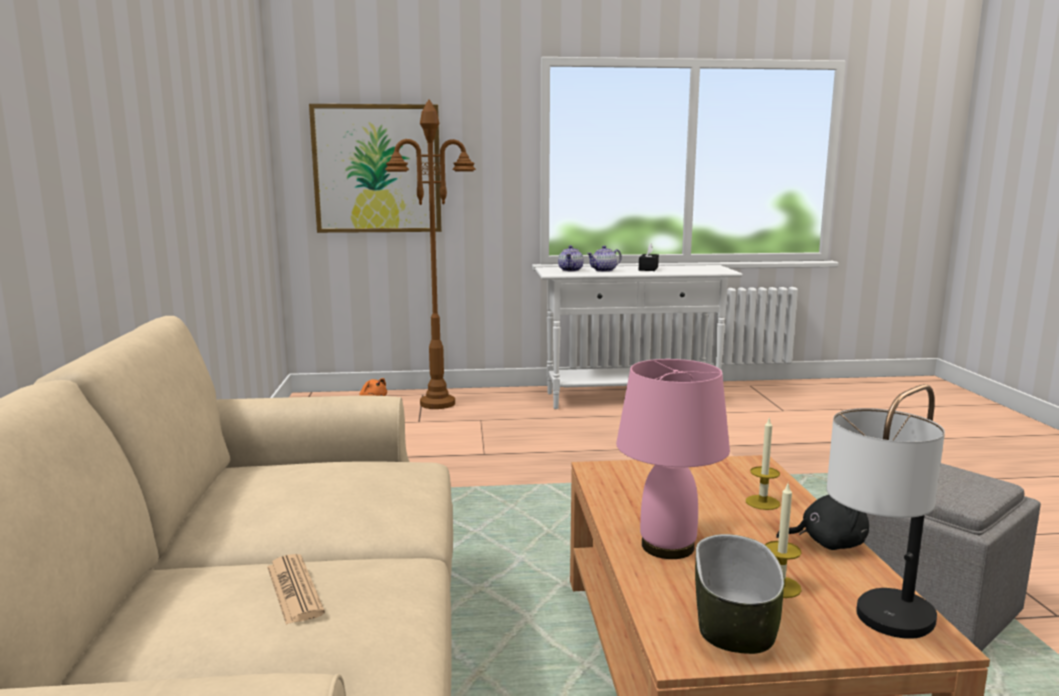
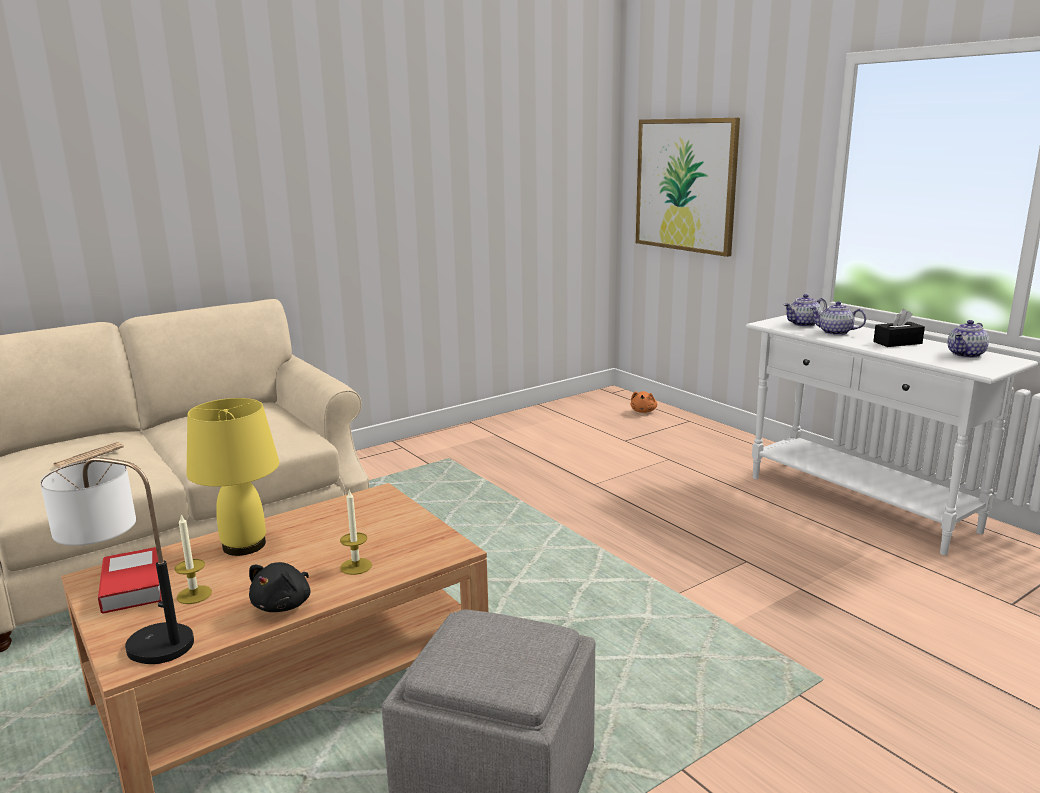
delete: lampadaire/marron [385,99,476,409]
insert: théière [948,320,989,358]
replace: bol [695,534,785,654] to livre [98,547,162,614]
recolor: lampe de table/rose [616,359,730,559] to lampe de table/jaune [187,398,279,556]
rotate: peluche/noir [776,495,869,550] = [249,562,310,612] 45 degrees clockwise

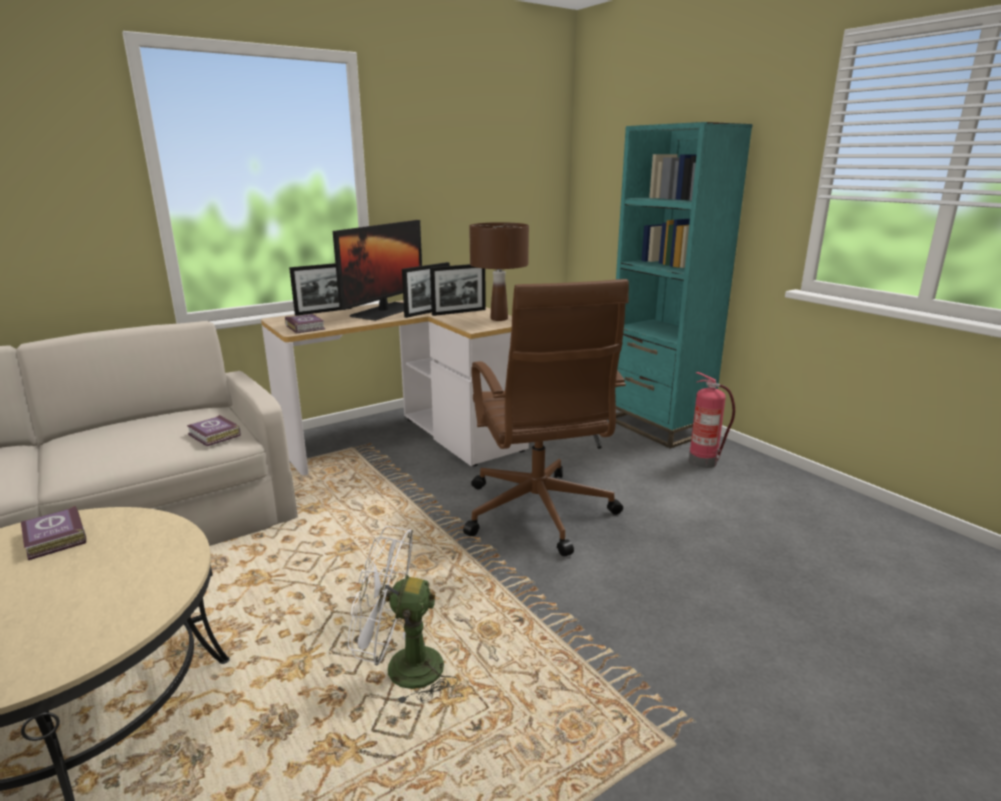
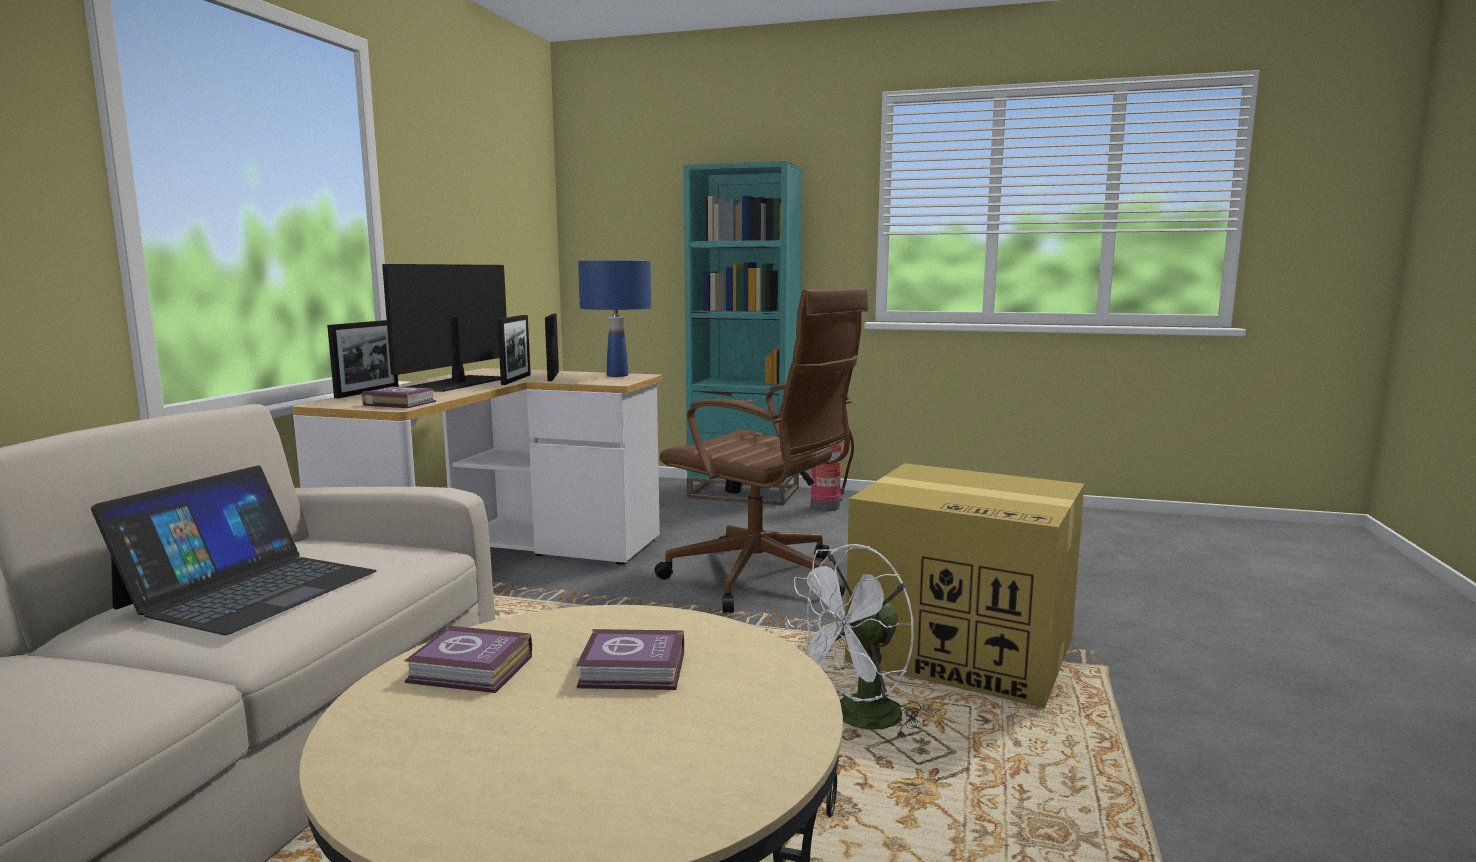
insert: ordinateur portable [91,465,377,635]; carton [845,463,1085,708]
move: livre [187,415,240,446] to [576,629,684,690]
recolor: lampe de table/marron [469,222,529,321] to lampe de table/bleu [578,261,651,377]
rotate: écran d'ordinateur [333,220,422,321] = [382,264,507,392] 150 degrees counterclockwise; cadre photo [430,264,486,316] = [545,314,559,381] 150 degrees clockwise

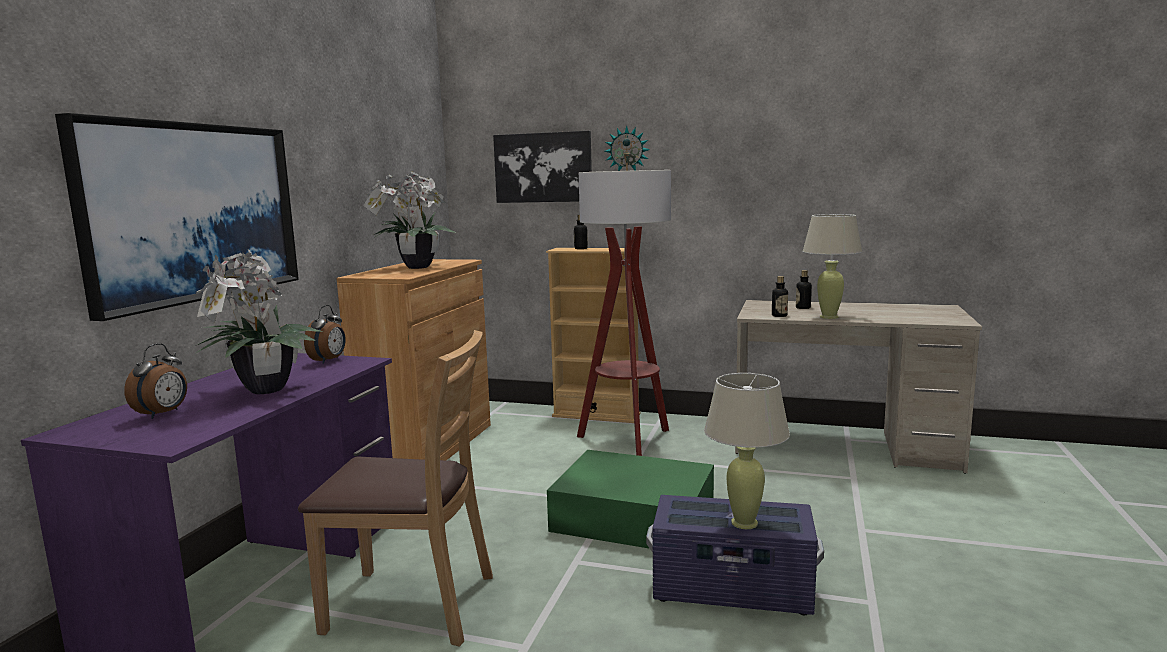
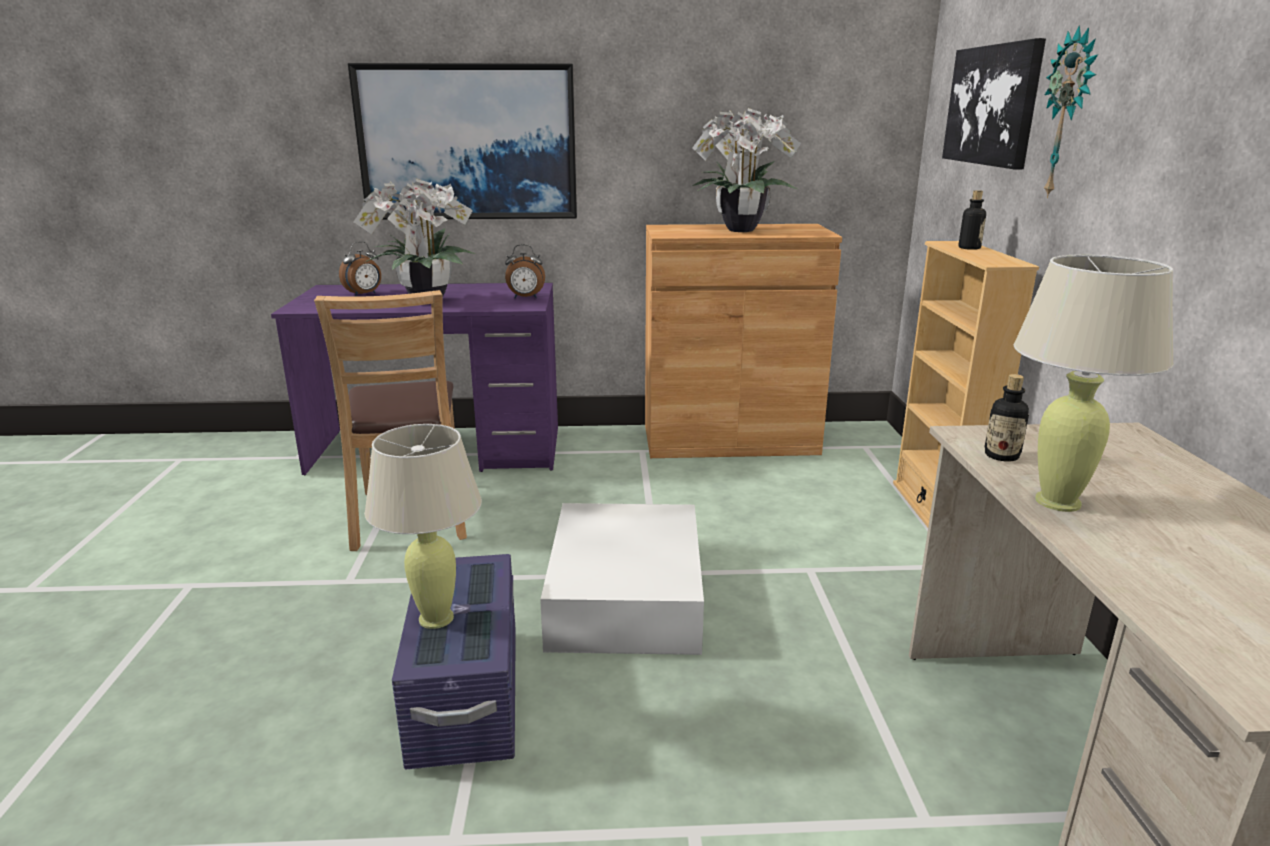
delete: lampadaire [577,170,671,456]; bouteille [796,270,812,309]
recolor: boîte de rangement/vert [547,450,714,549] to boîte de rangement/blanc [540,503,704,655]
rotate: réveil [124,343,187,419] = [339,242,381,296] 45 degrees counterclockwise

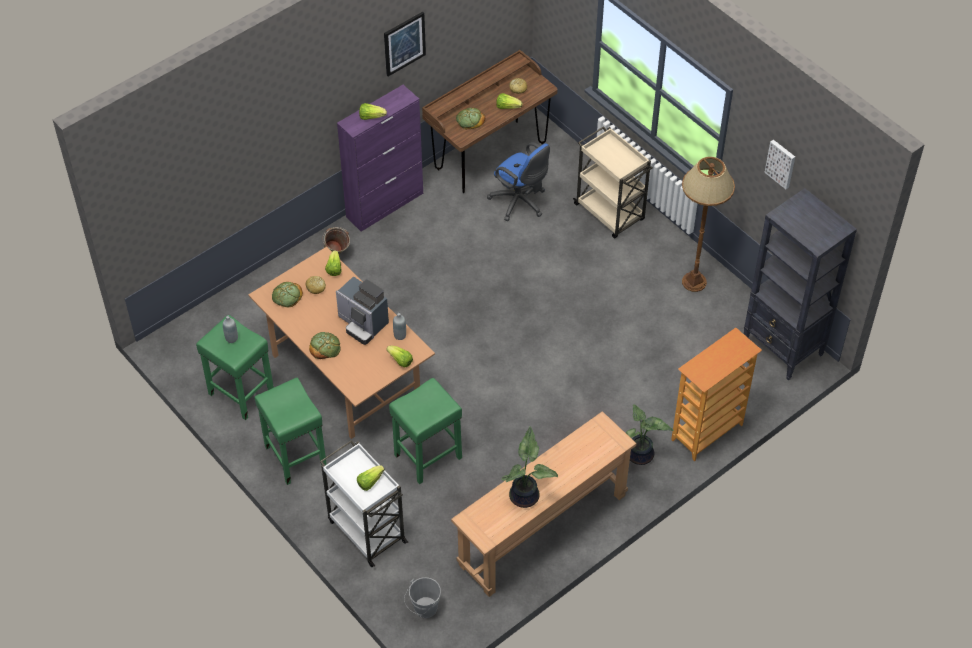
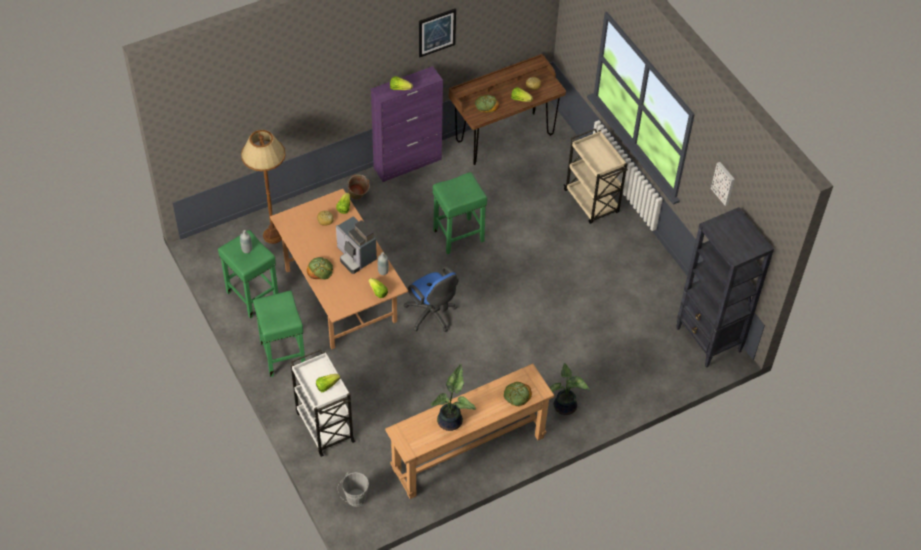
delete: bibliothèque [671,328,762,461]
move: lampadaire/marron [682,157,735,292] to [241,130,286,244]; chaise de bureau/bleu [487,142,550,221] to [404,266,459,332]; tabouret/vert [389,378,462,484] to [433,172,487,254]; pain [272,282,303,307] to [504,382,532,406]

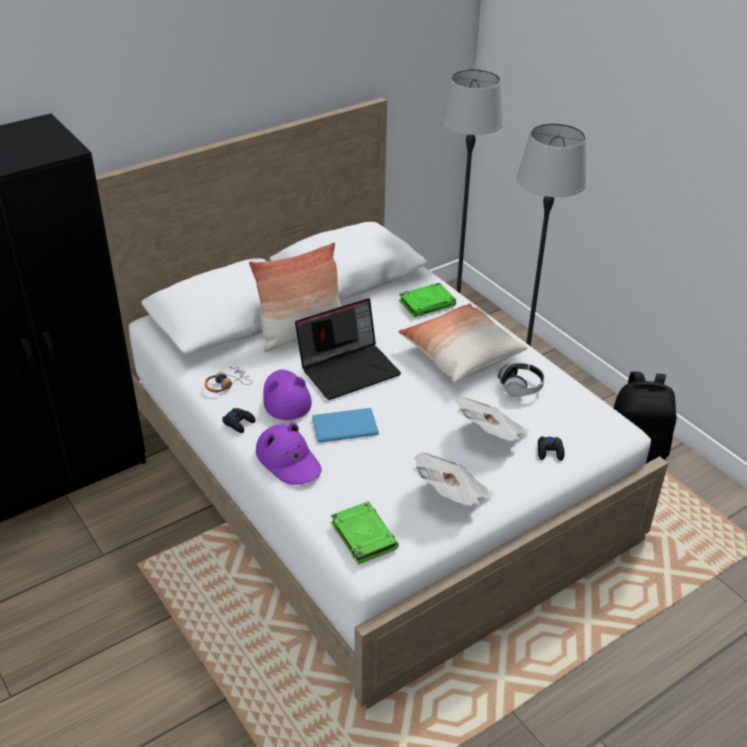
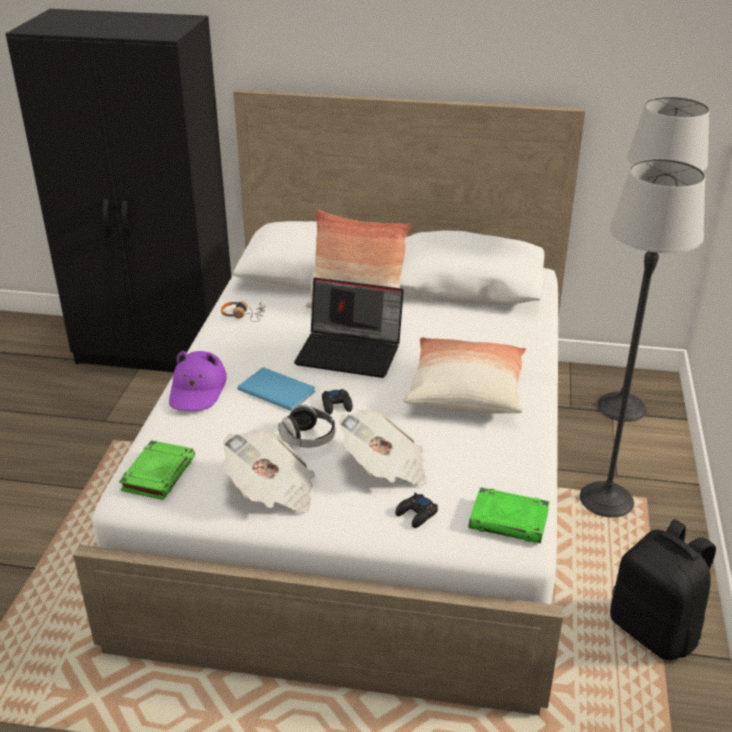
delete: chapeau/violet [263,370,312,420]
move: casque audio [498,363,544,397] to [278,404,335,448]; manette/noir [222,408,256,433] to [322,389,353,414]; livre/vert [399,283,456,317] to [469,487,550,543]

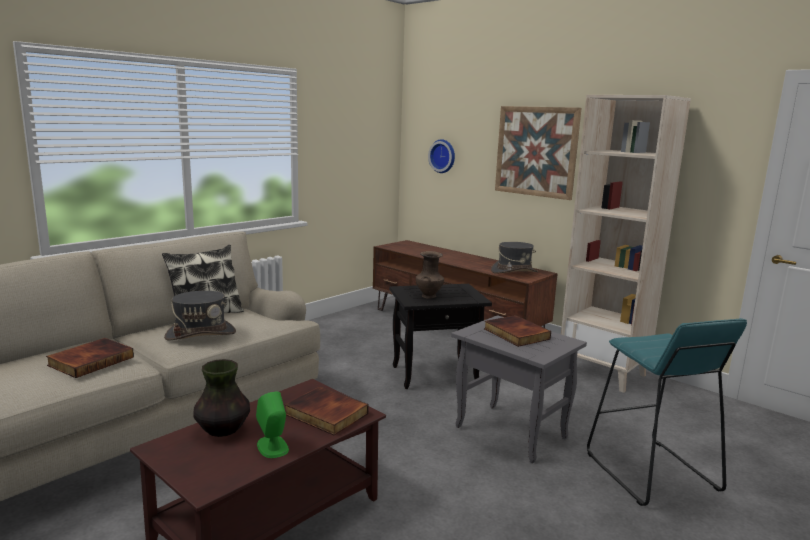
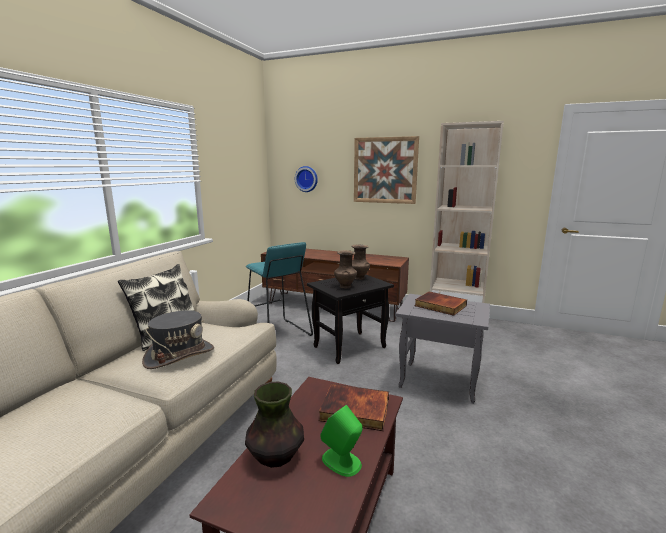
delete: livre [46,338,134,378]; chapeau/gris [491,242,538,274]
insert: vase/marron [351,245,370,280]
move: tabouret/turquoise [587,318,747,506] to [246,242,313,336]

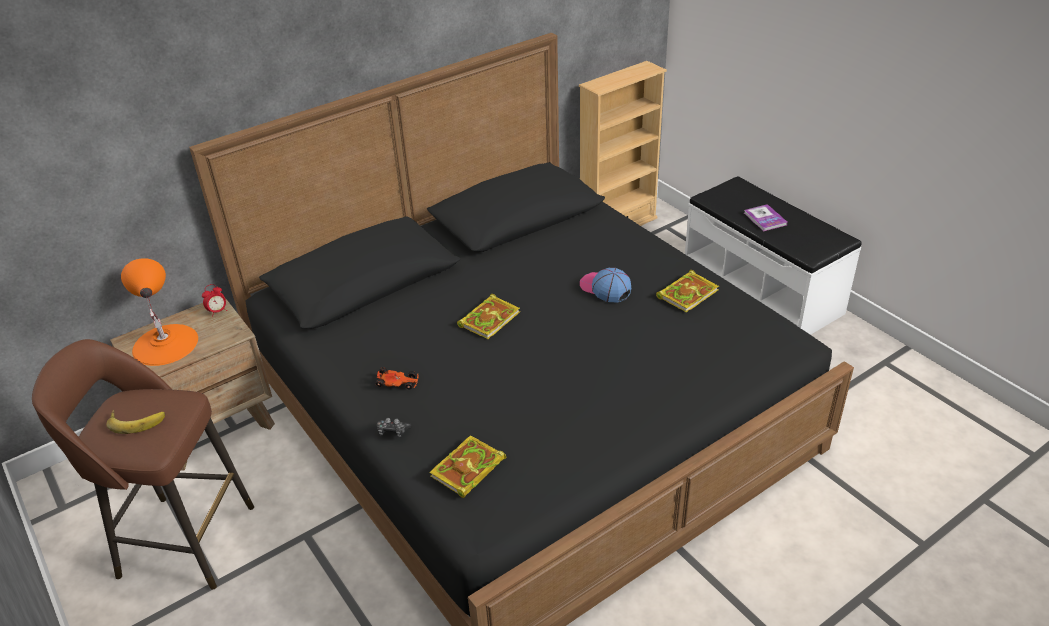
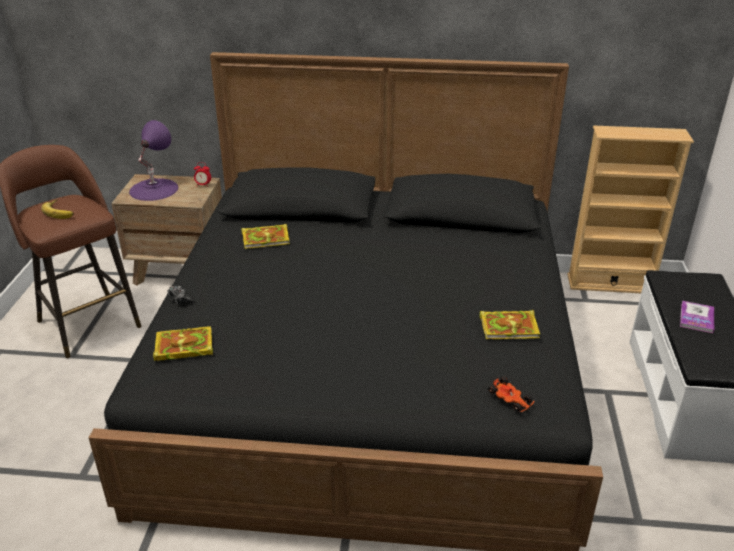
delete: casquette [580,268,631,303]
move: livre [457,294,520,339] to [241,224,290,249]; petite voiture [376,367,418,390] to [488,377,535,412]
recolor: lampe de table/orange [121,258,198,366] to lampe de table/violet [129,120,178,201]

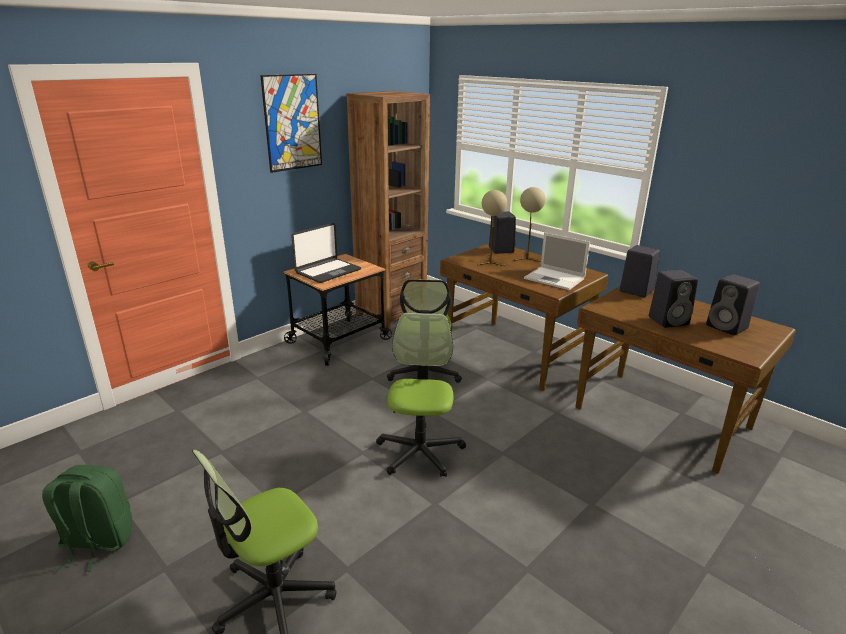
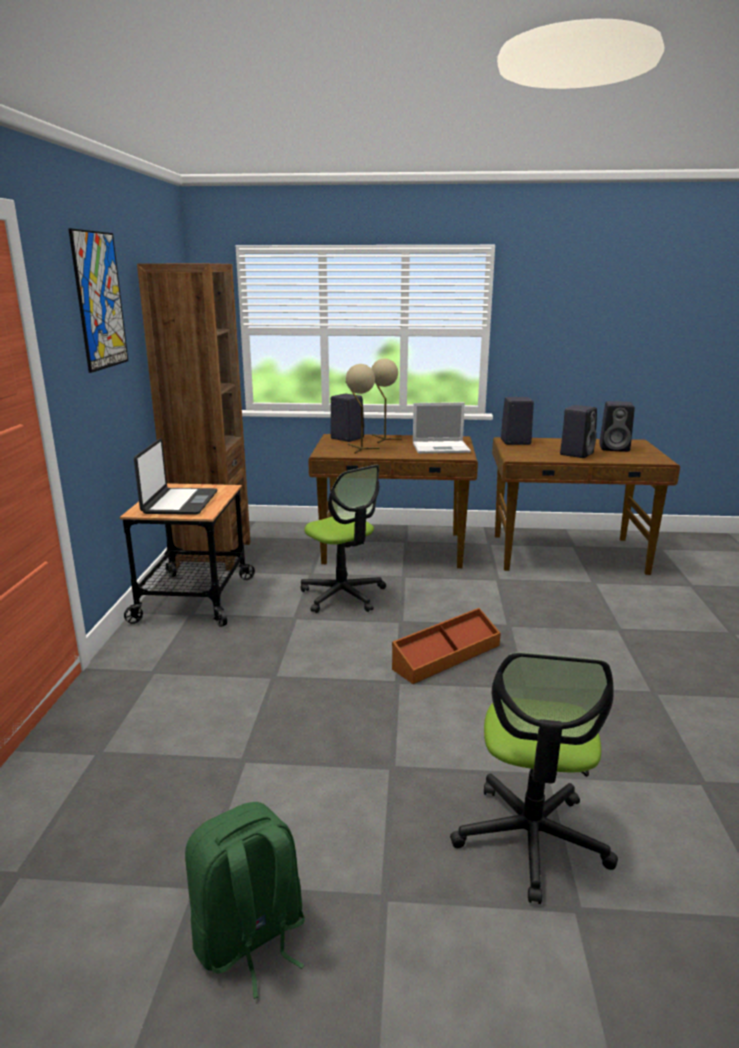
replace: chaise de bureau [376,313,466,477] to boîte de rangement/marron [392,608,501,684]

